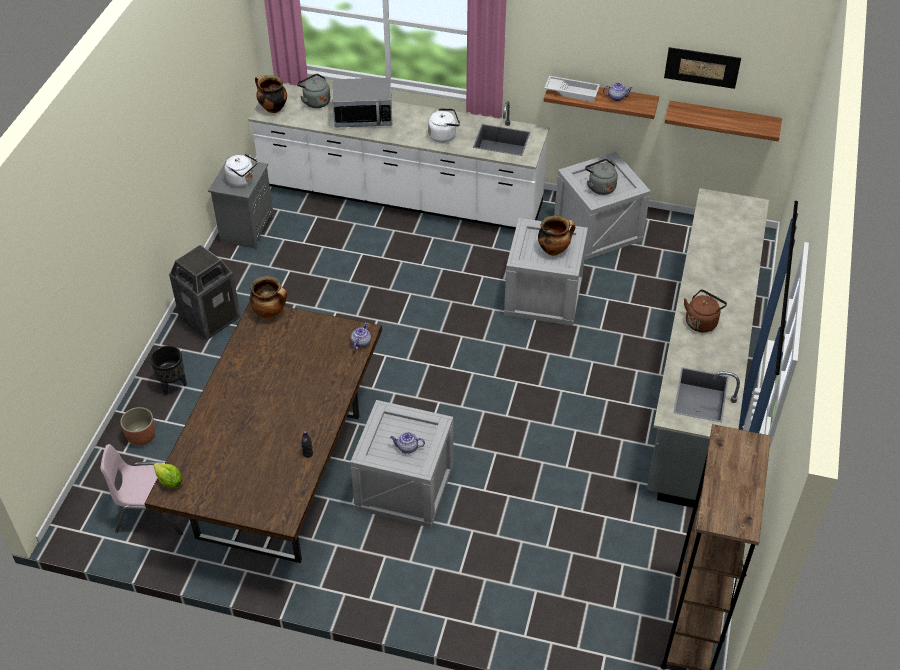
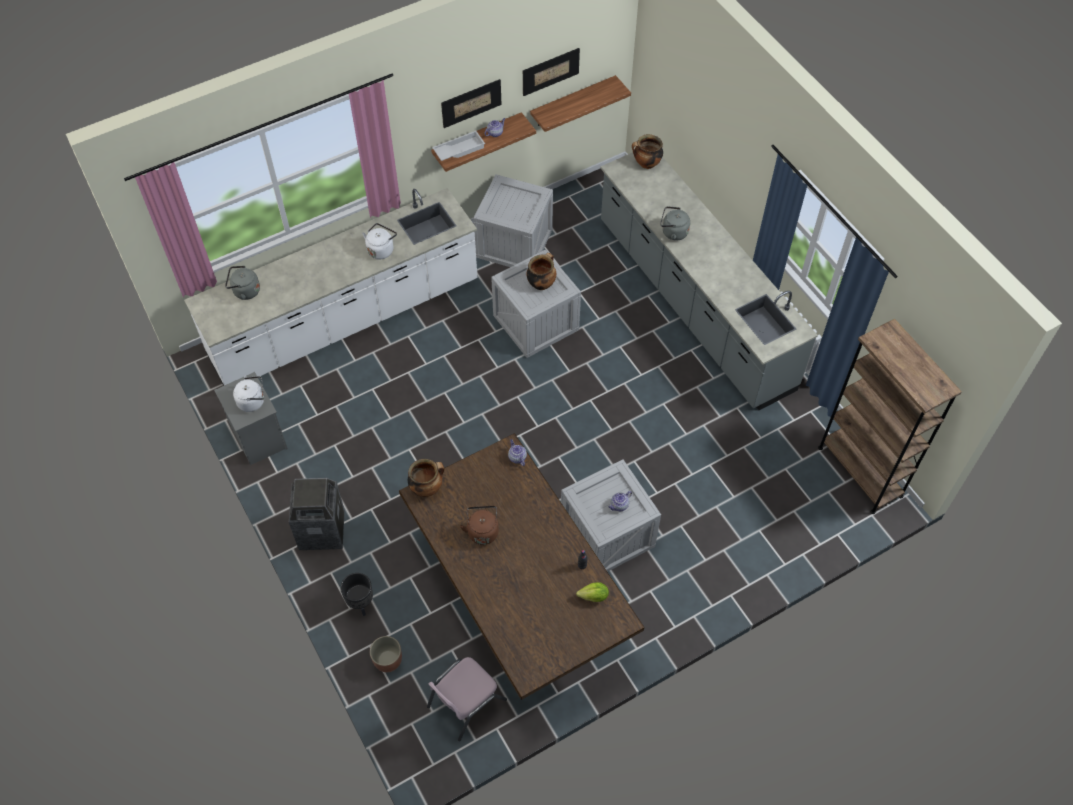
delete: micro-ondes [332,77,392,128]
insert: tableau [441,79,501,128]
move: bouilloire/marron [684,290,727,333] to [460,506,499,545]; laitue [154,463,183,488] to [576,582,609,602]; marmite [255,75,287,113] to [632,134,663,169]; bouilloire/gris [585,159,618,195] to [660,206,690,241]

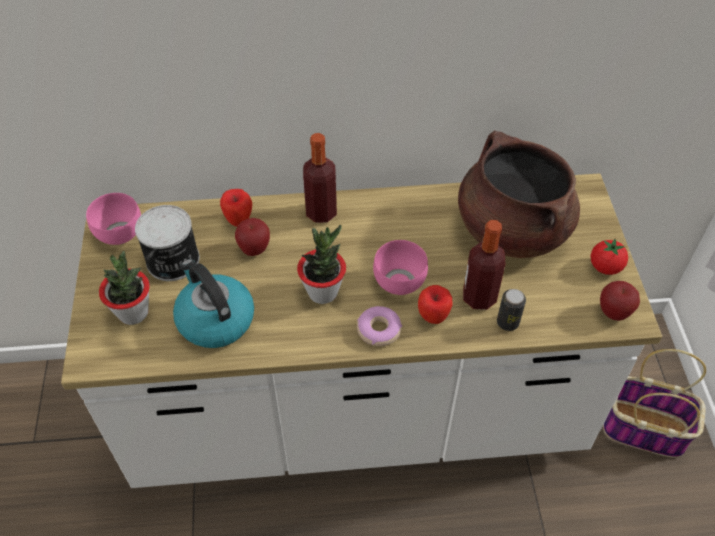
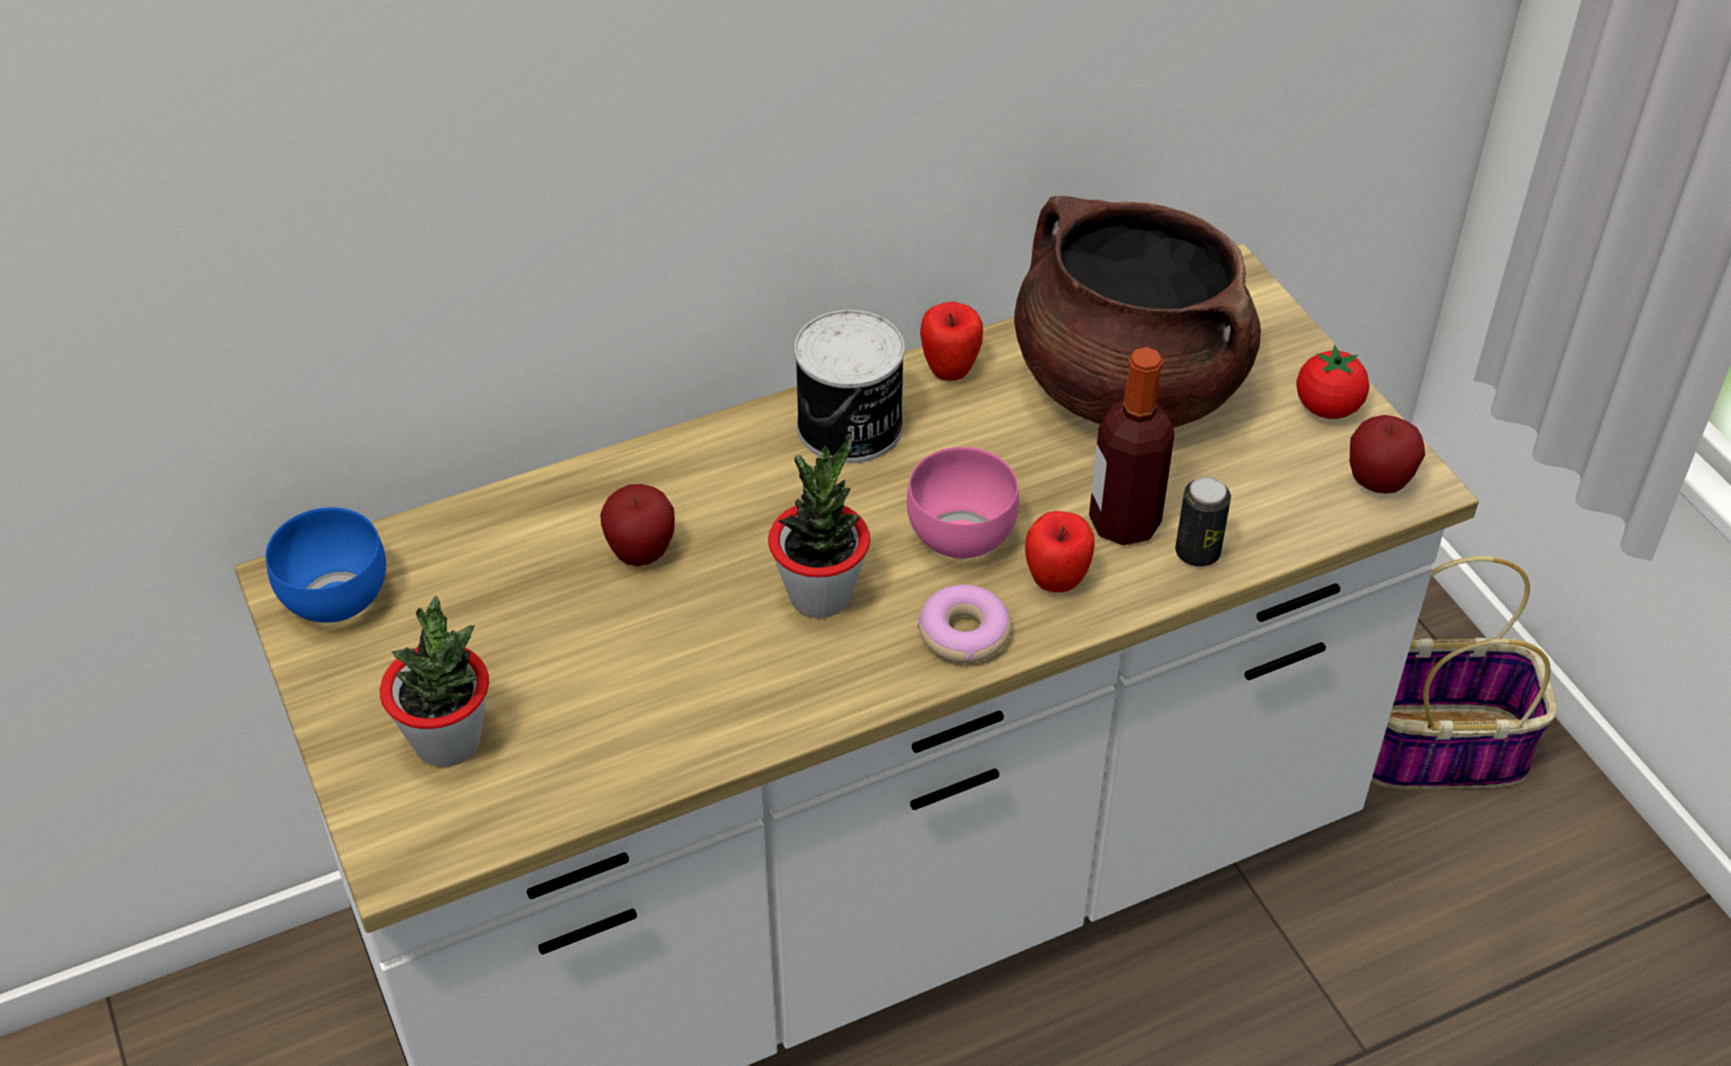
delete: bouilloire [173,259,254,348]; bouteille [303,133,337,223]
move: boîte métallique [135,205,200,281] to [794,310,905,463]; pomme [220,189,252,227] to [920,302,983,381]
recolor: bol/rose [86,193,141,245] to bol/bleu [266,507,386,623]

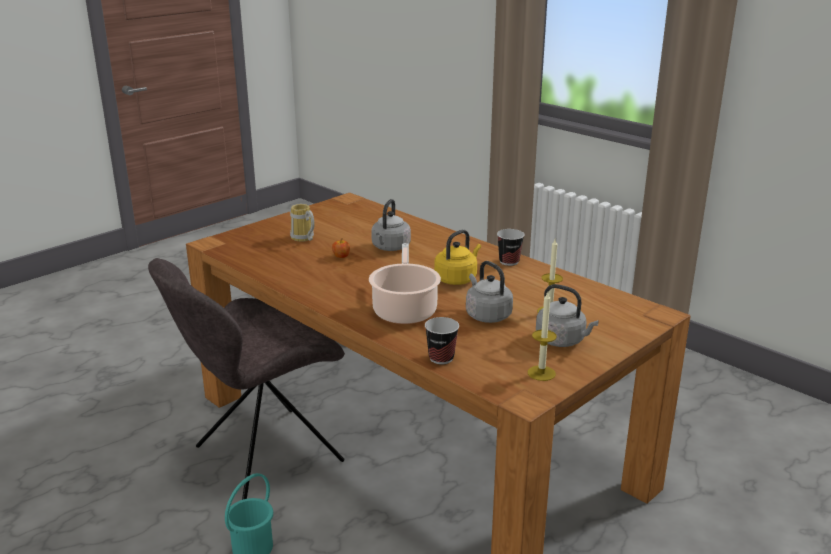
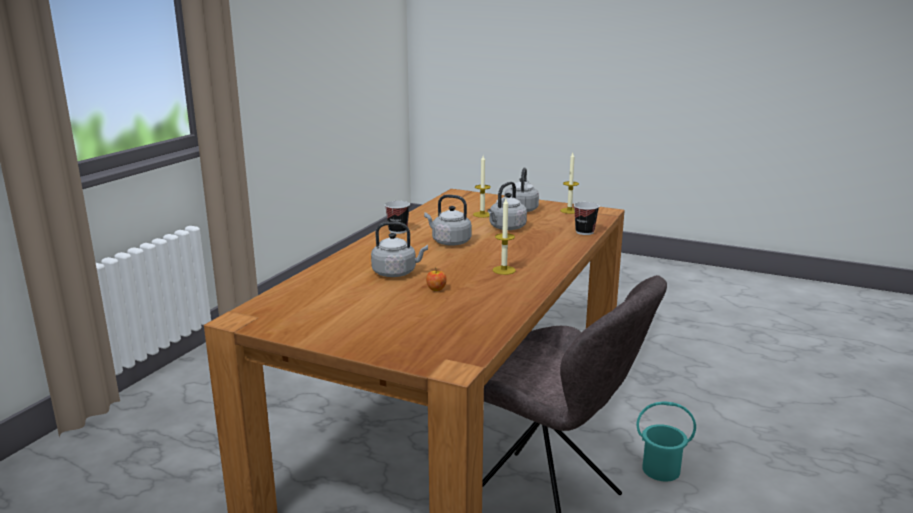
delete: mug [290,204,315,242]; marmite [369,243,441,324]
insert: bougie [493,199,516,275]
recolor: bouilloire/jaune [434,230,481,285] to bouilloire/gris [424,195,472,246]

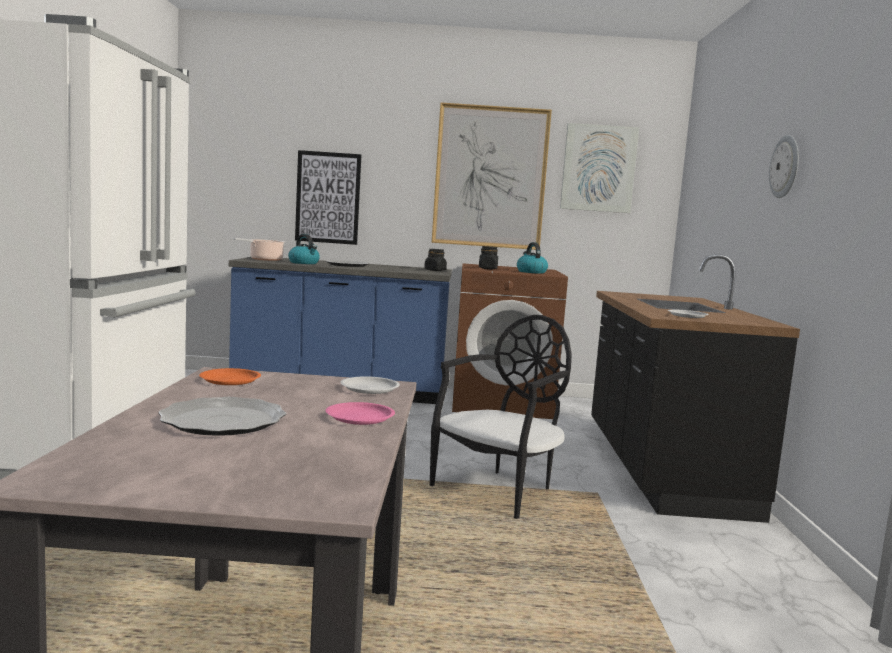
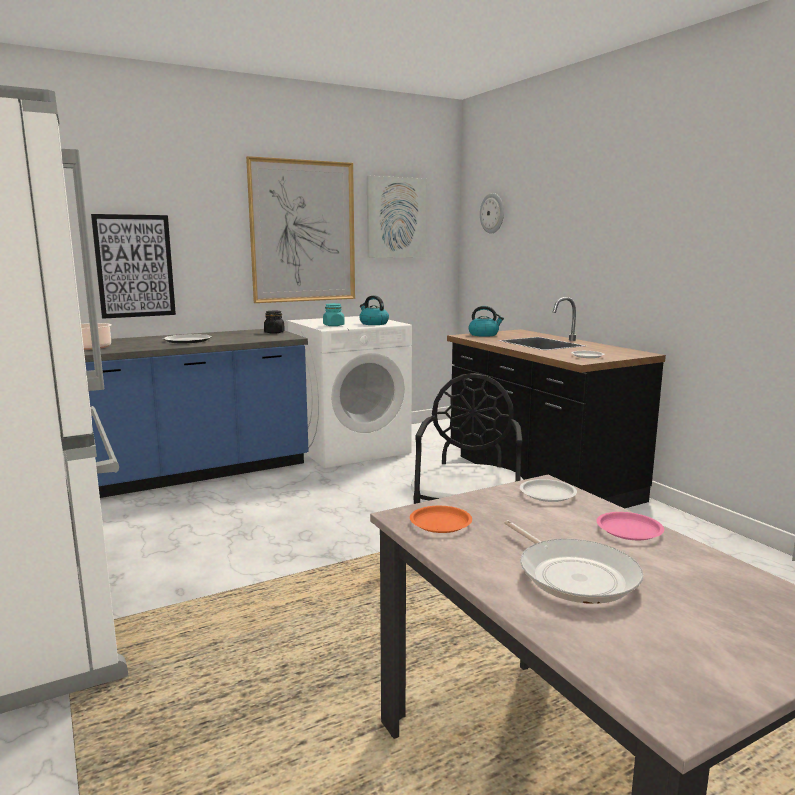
move: bouilloire [288,234,320,264] to [469,306,504,337]; horloge murale [769,135,799,198] to [480,193,504,234]
replace: assiette [158,397,286,436] to poêle [504,520,643,604]
recolor: lave-linge/marron [452,263,568,419] to lave-linge/blanc [287,316,412,468]; bocal/noir [479,246,498,269] to bocal/turquoise [323,303,345,326]

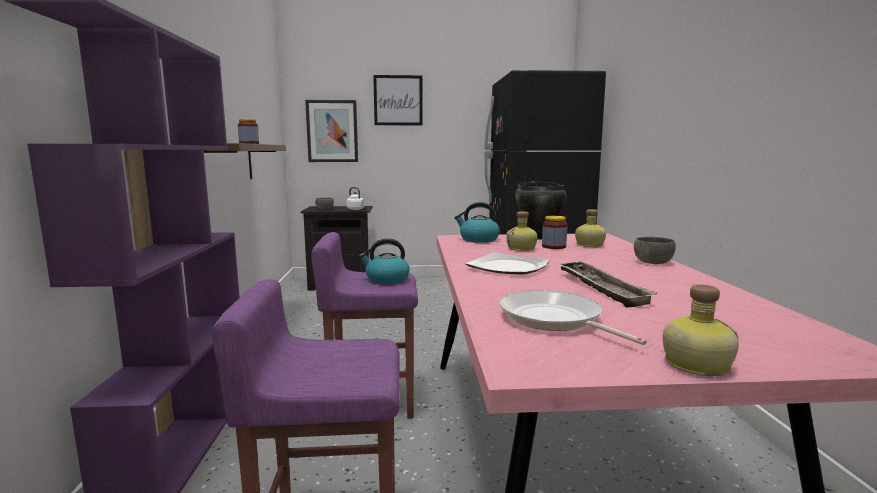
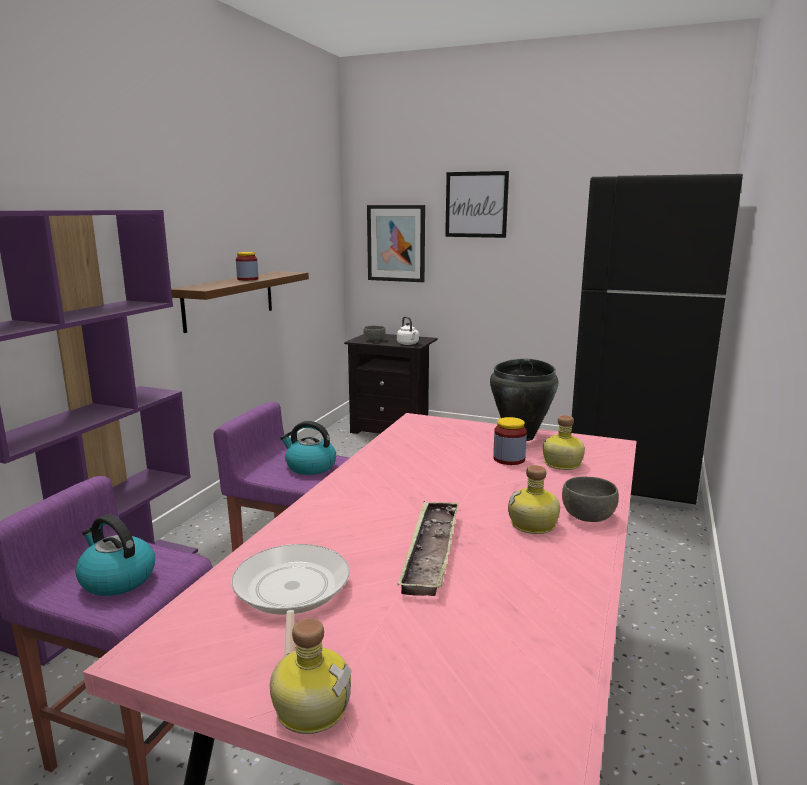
delete: assiette [465,252,550,274]
move: bouilloire [454,202,500,243] to [75,515,155,596]; bouteille [506,211,538,251] to [508,465,560,534]

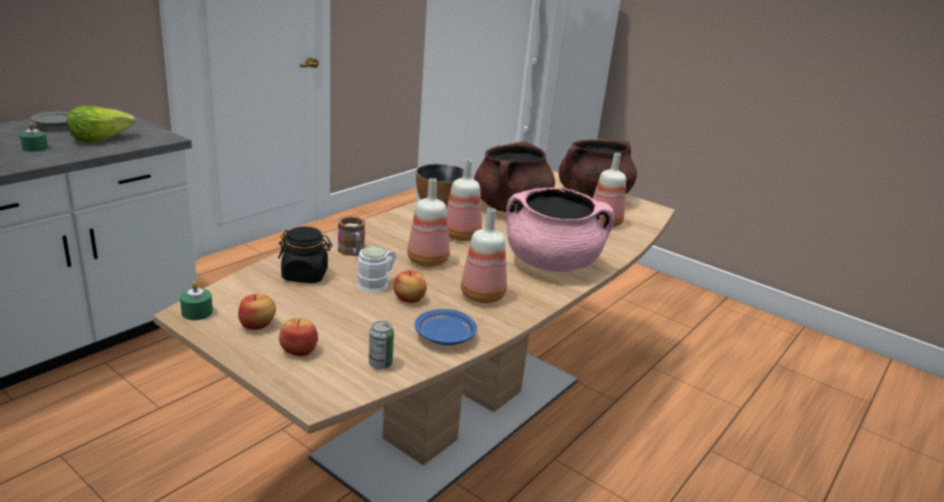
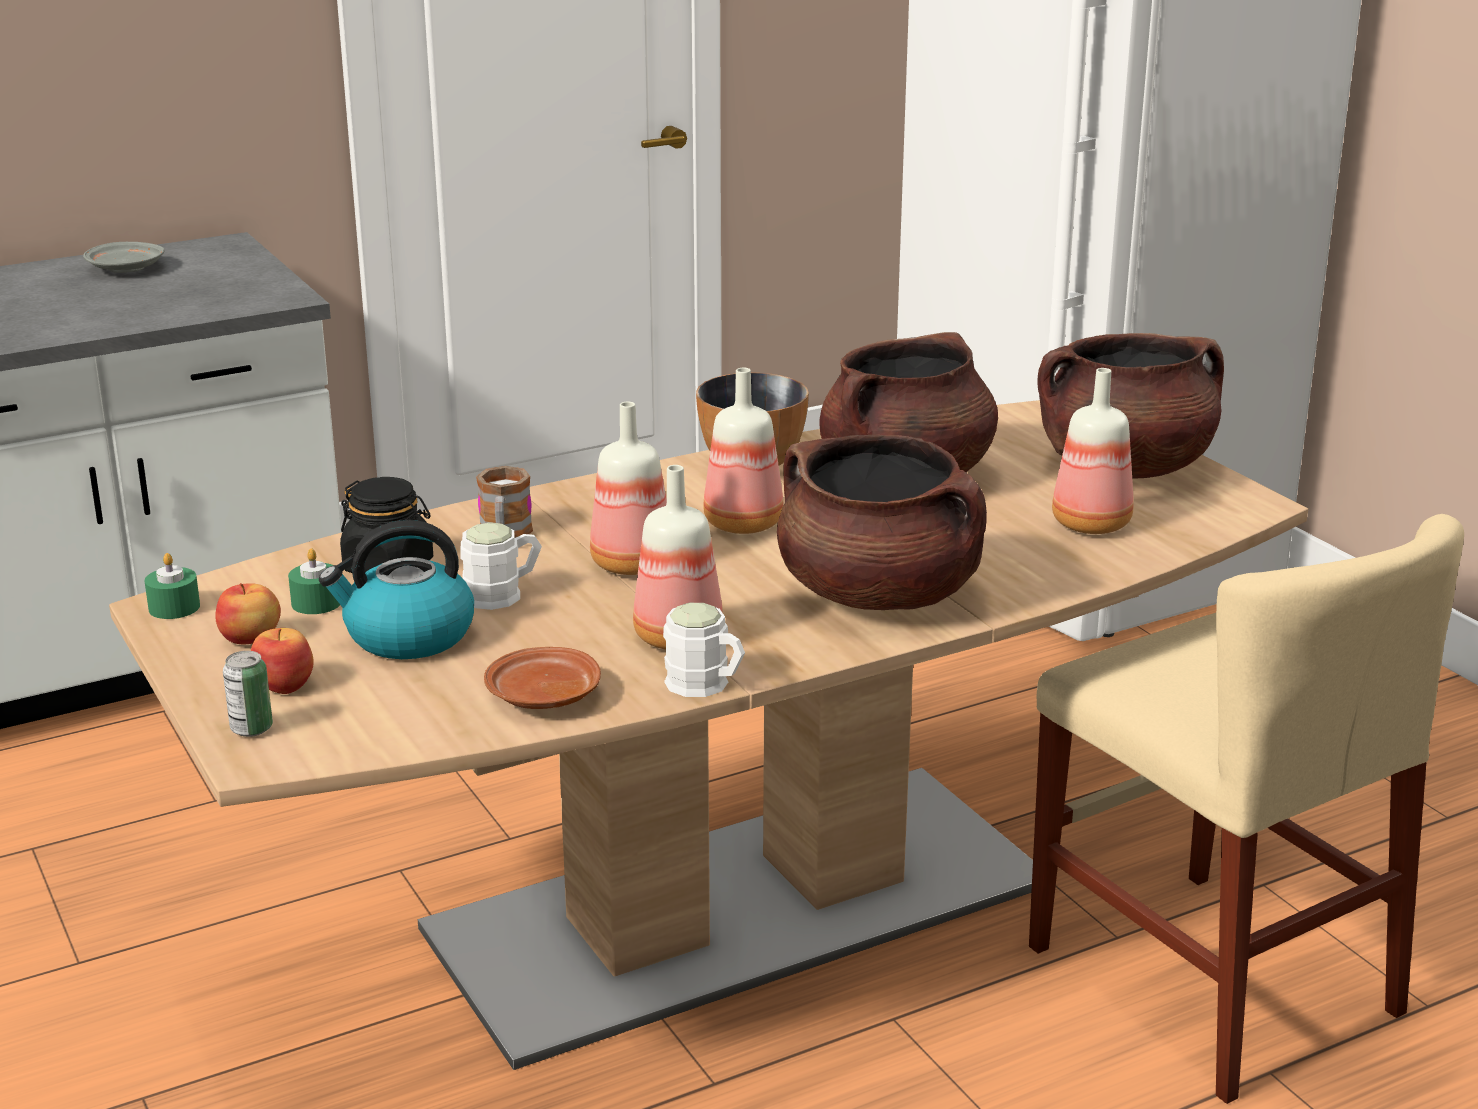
delete: laitue [67,106,135,142]; pomme [393,270,427,303]
insert: bouilloire [319,520,474,659]; mug/blanc [663,603,745,697]; chaise/beige [1029,514,1464,1104]
move: boîte métallique [369,321,394,370] to [223,651,273,737]; bougie/vert [20,122,48,152] to [288,549,340,614]
recolor: assiette/bleu [415,309,477,345] to assiette/marron [484,647,601,709]; marmite/rose [506,187,614,272] to marmite/marron [777,435,987,610]

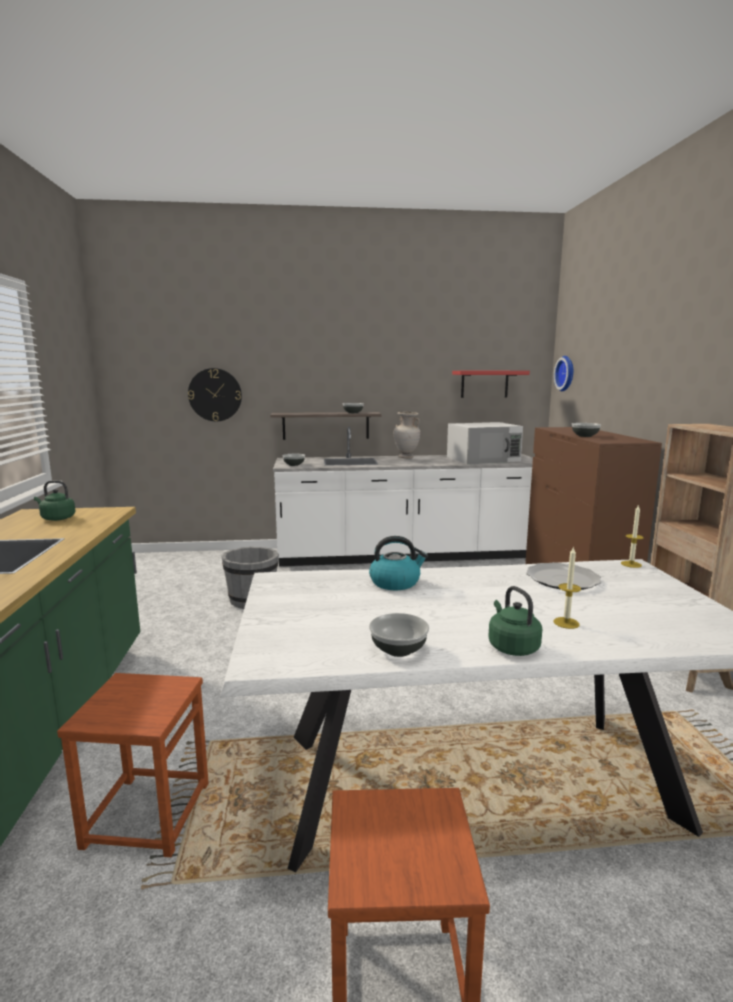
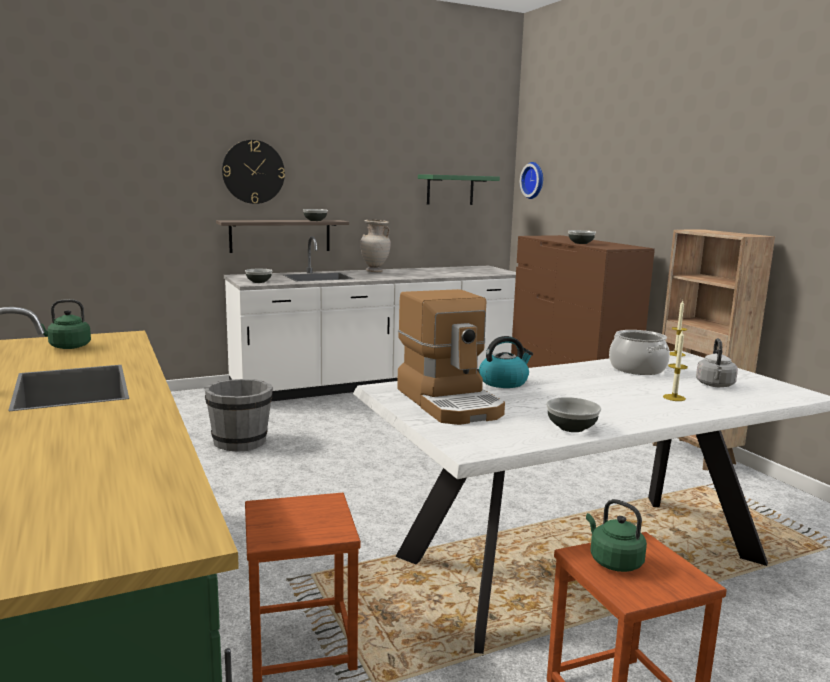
delete: micro-ondes/blanc [447,422,523,465]
insert: machine à café [397,289,505,425]; bouilloire/gris [696,338,738,387]
move: horloge murale [188,368,242,421] to [222,140,285,204]; bouilloire/vert [488,586,542,656] to [586,499,647,572]
replace: assiette [526,562,601,590] to marmite [609,330,670,375]
recolor: étagère/rouge [452,371,530,398] to étagère/vert [418,174,500,205]

